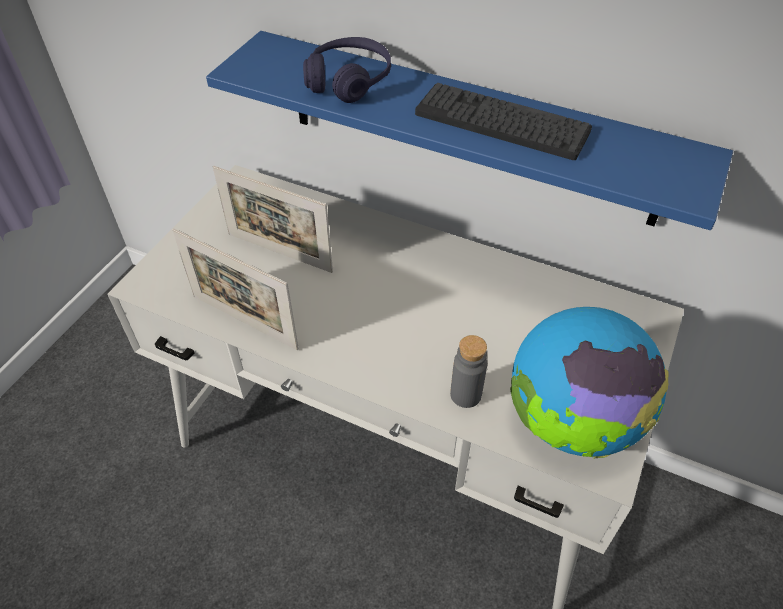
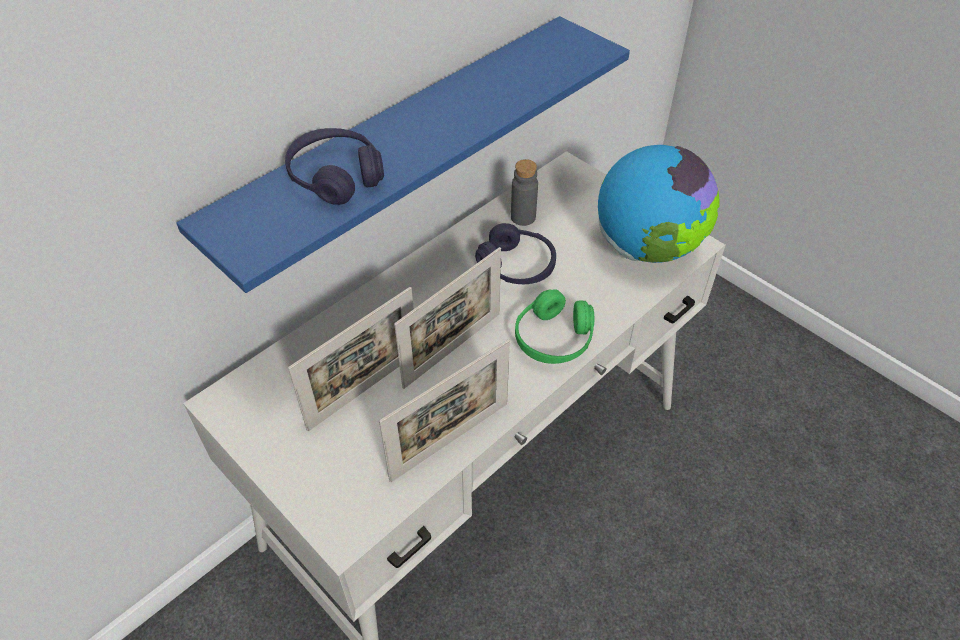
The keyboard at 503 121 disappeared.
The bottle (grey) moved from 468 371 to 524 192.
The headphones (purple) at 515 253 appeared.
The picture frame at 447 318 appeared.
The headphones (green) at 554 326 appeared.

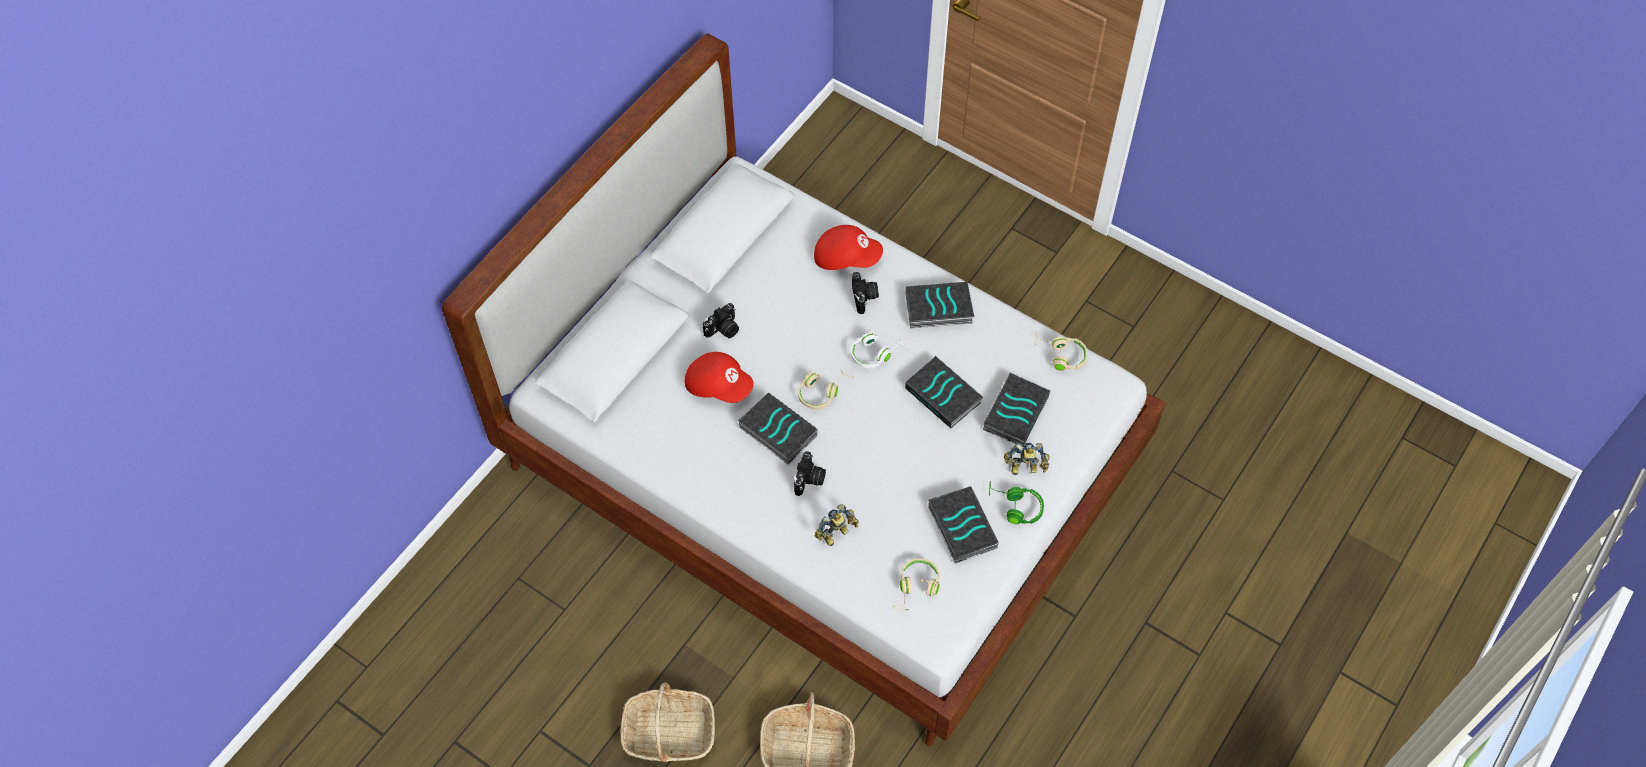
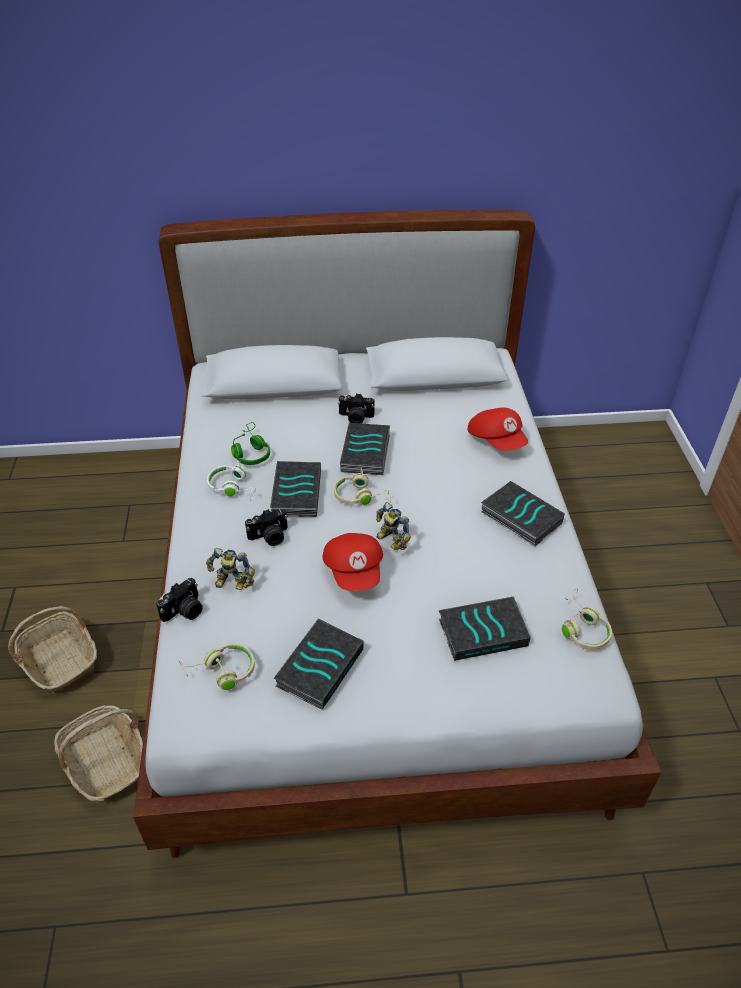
The photo camera moved from 865 293 to 179 600.
The headphones (white) moved from 880 349 to 231 481.
The cap (red) moved from 719 377 to 353 562.
The book moved from 944 392 to 365 449.
The toy robot moved from 1027 459 to 393 526.
The headphones (green) moved from 1016 502 to 250 443.

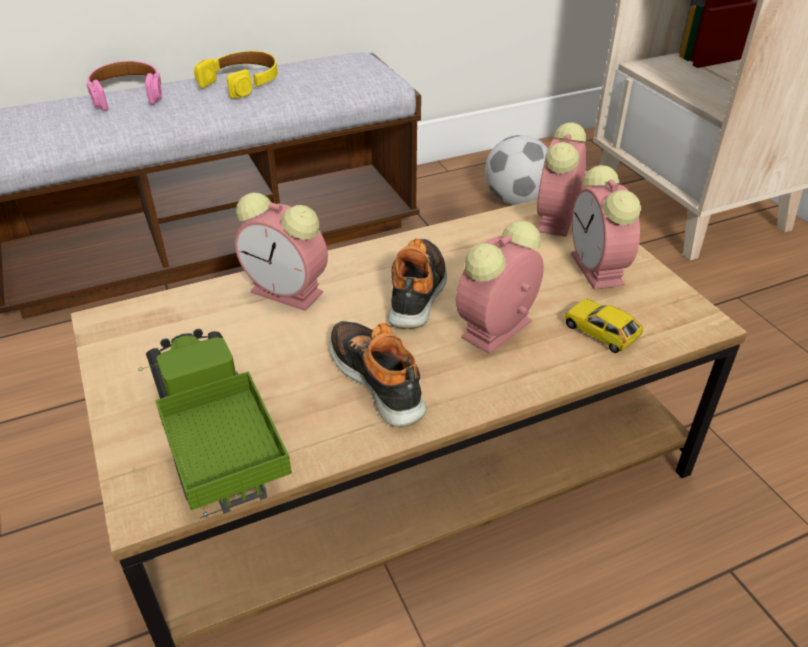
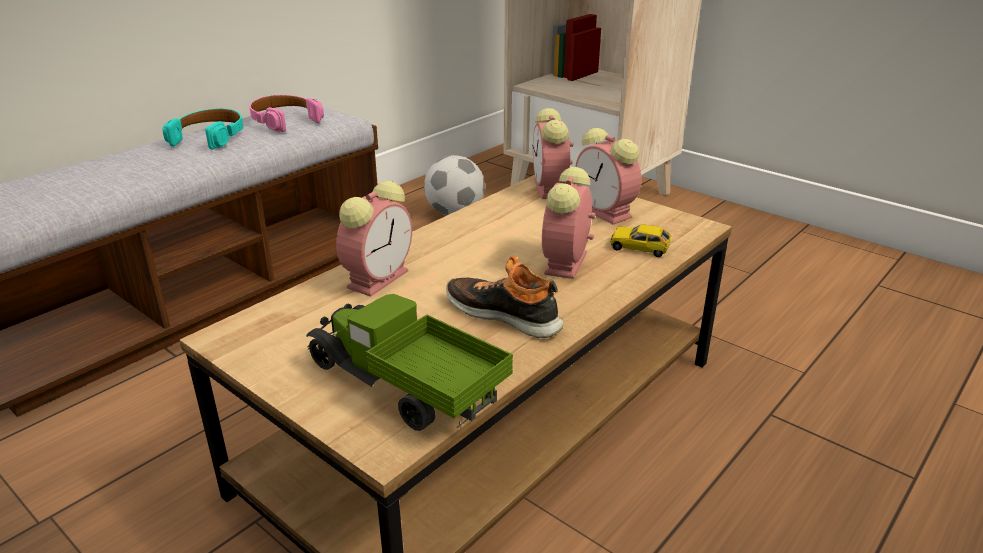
The headphones (yellow) at 236 75 became the headphones (turquoise) at 203 128.
The headphones (pink) moved from 124 86 to 286 113.
The alarm clock at 281 252 turned 60 degrees counterclockwise.
The shoe at 417 283 disappeared.

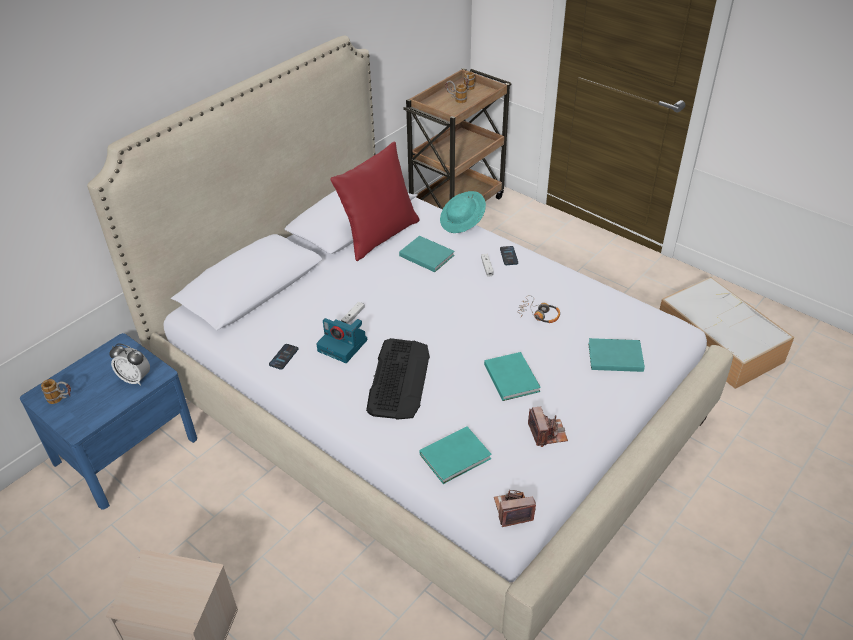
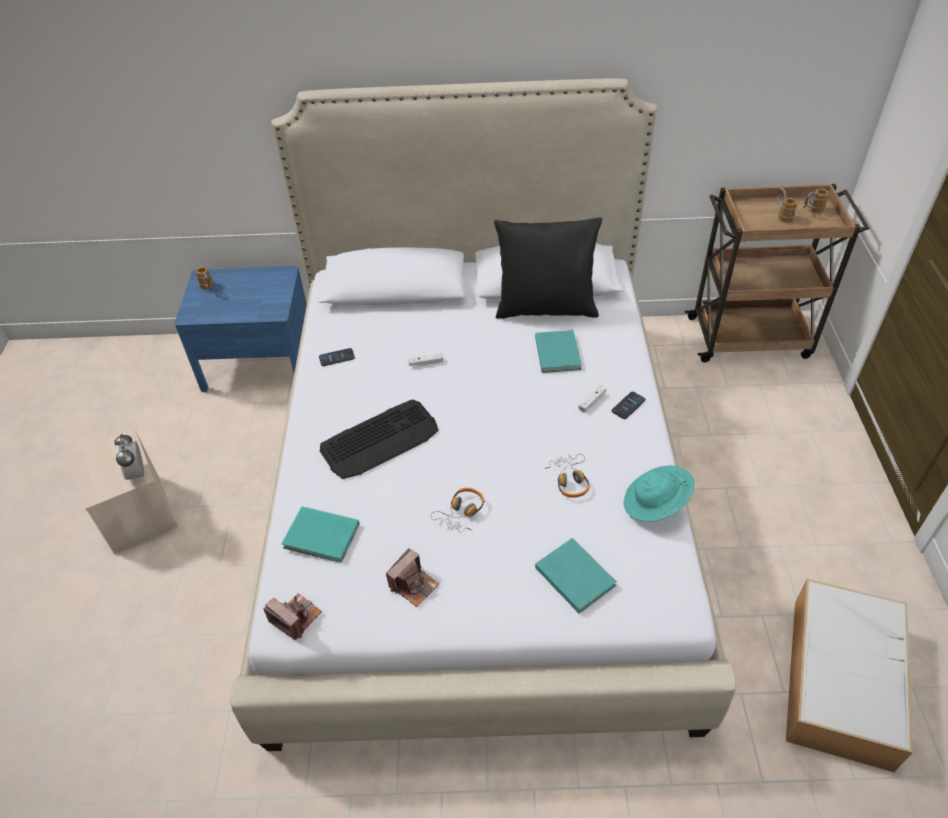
The pillow (red) at 375 201 became the pillow (black) at 548 268.
The hat (turquoise) moved from 463 212 to 659 493.
The photo camera at 341 340 disappeared.
The alarm clock moved from 129 365 to 129 458.
The book (turquoise) at 512 376 was replaced by the headphones at 458 510.

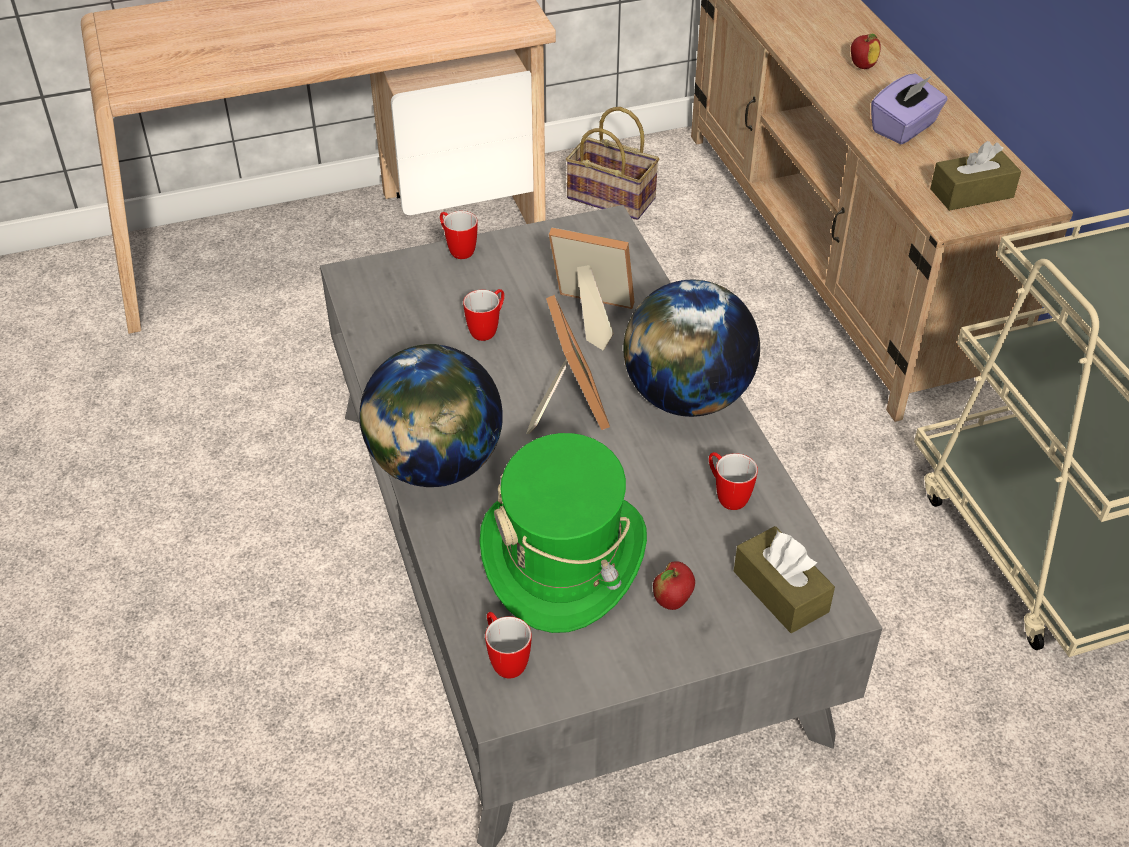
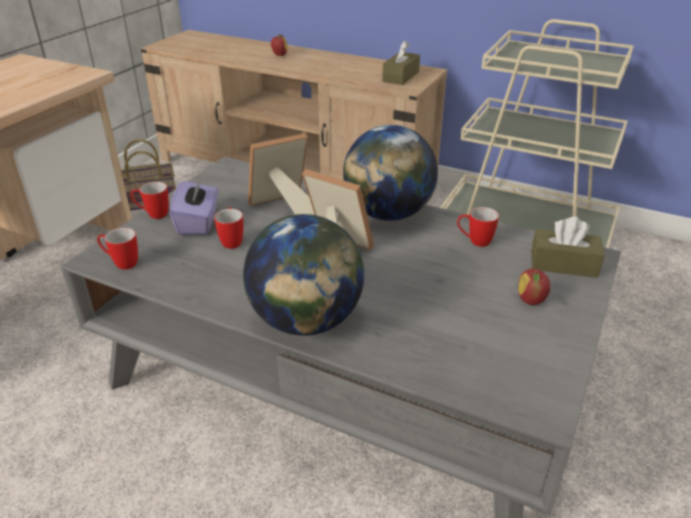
The tissue box (purple) moved from 909 108 to 194 206.
The hat (green) at 563 533 disappeared.
The mug moved from 508 645 to 117 249.

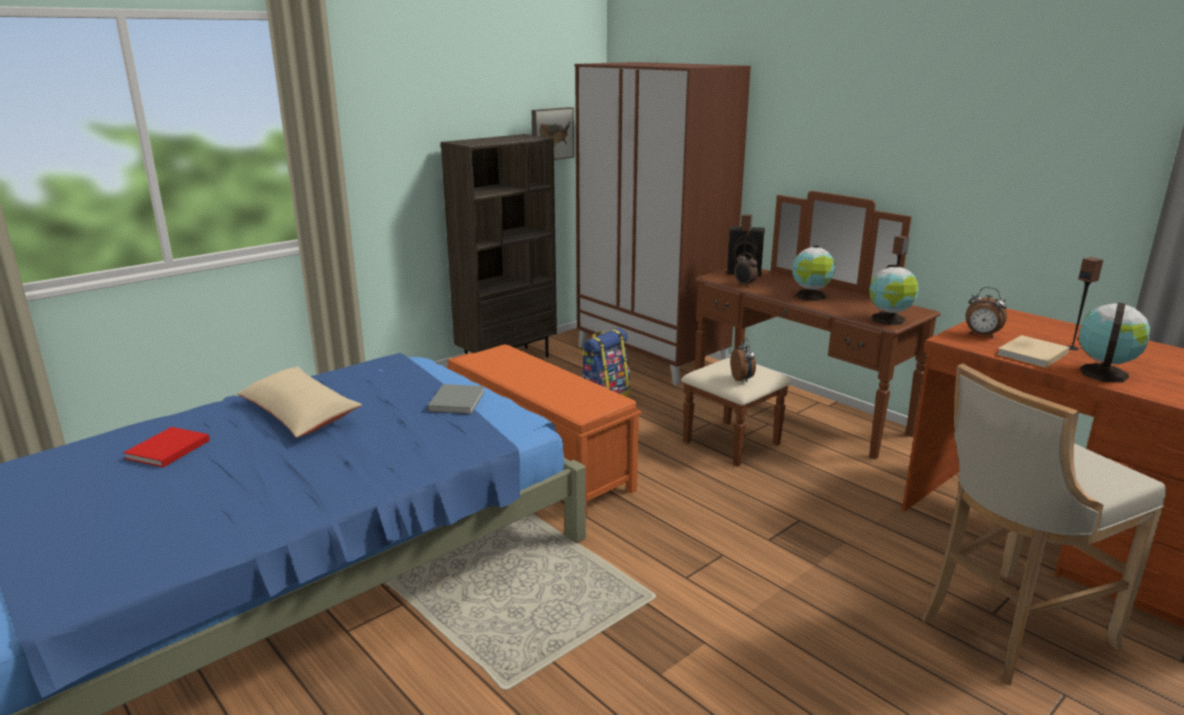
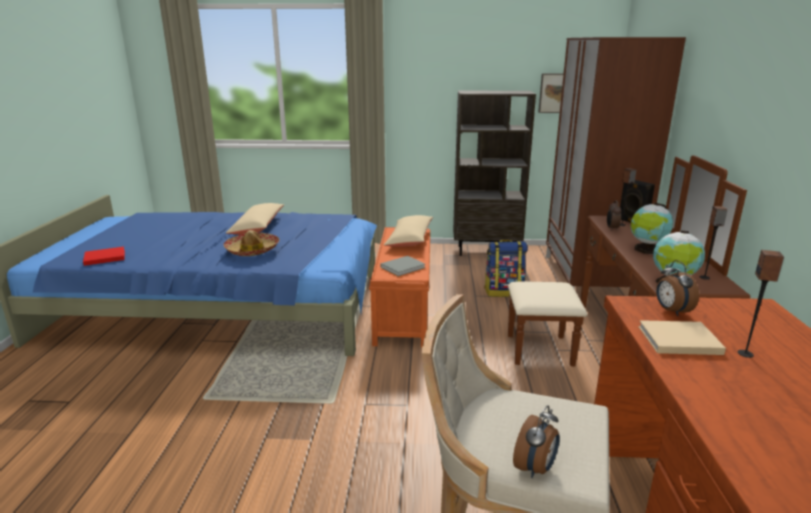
The globe at 1114 343 disappeared.
The alarm clock moved from 743 360 to 536 441.
The book (grey) moved from 456 399 to 403 266.
The book (red) moved from 166 447 to 104 256.
The pillow (beige) at 408 231 appeared.
The hat at 251 243 appeared.

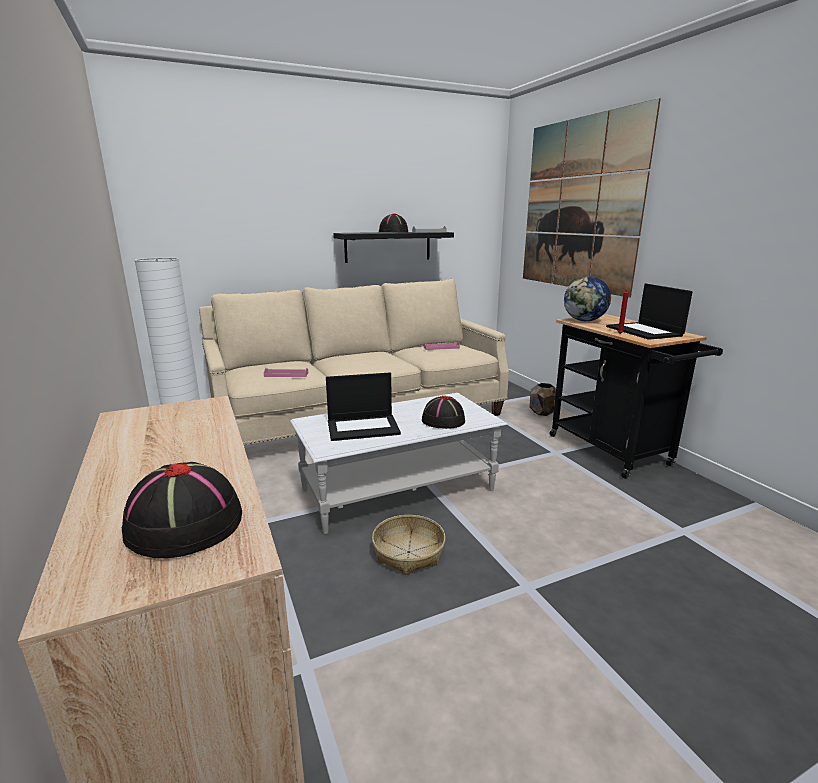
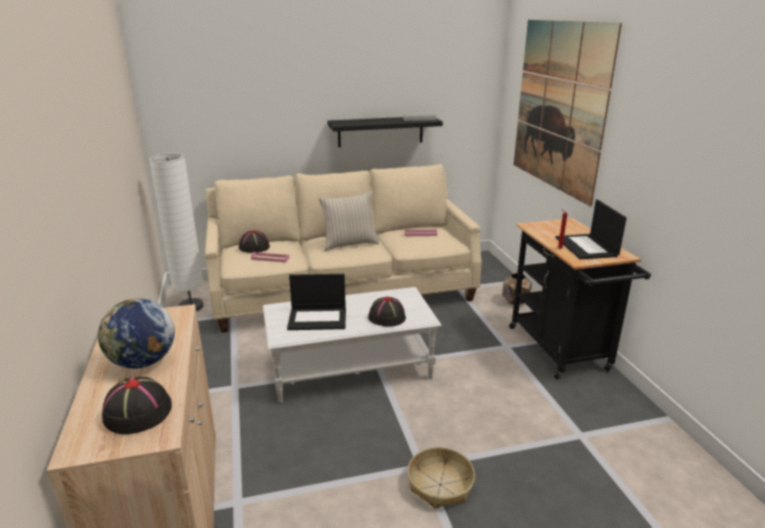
The hat (black) moved from 393 222 to 254 241.
The globe moved from 587 298 to 136 333.
The basket moved from 409 545 to 441 478.
The pillow (beige) at 348 221 appeared.

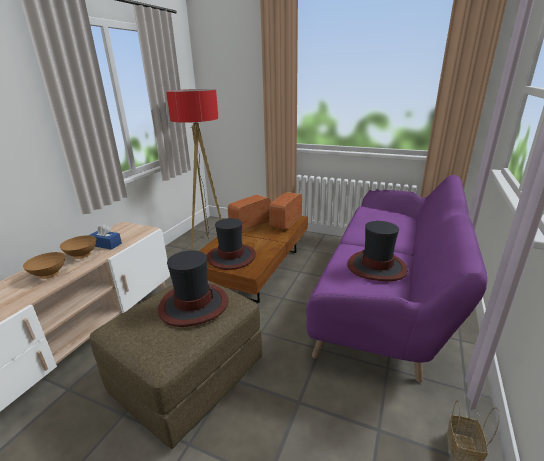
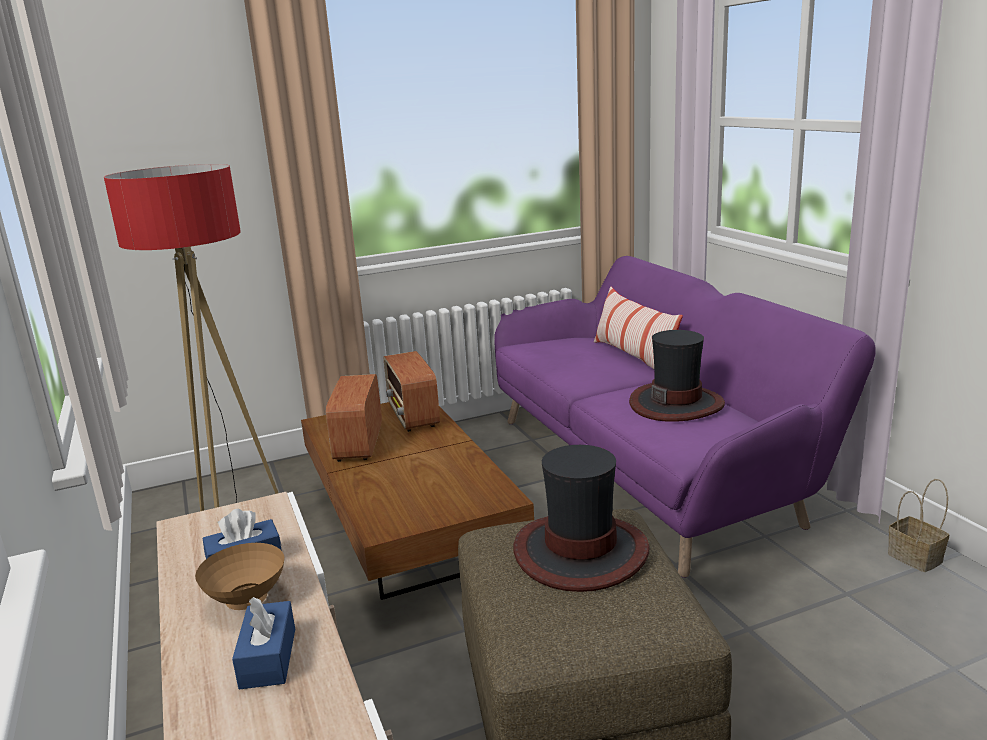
The hat at 231 244 disappeared.
The bowl (brown) at 44 265 was replaced by the tissue box (blue) at 263 643.
The pillow at 638 328 appeared.

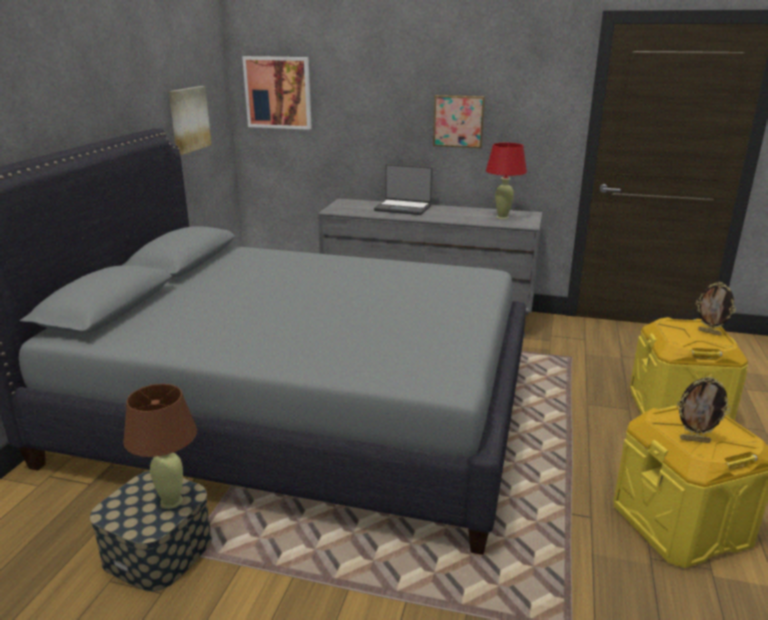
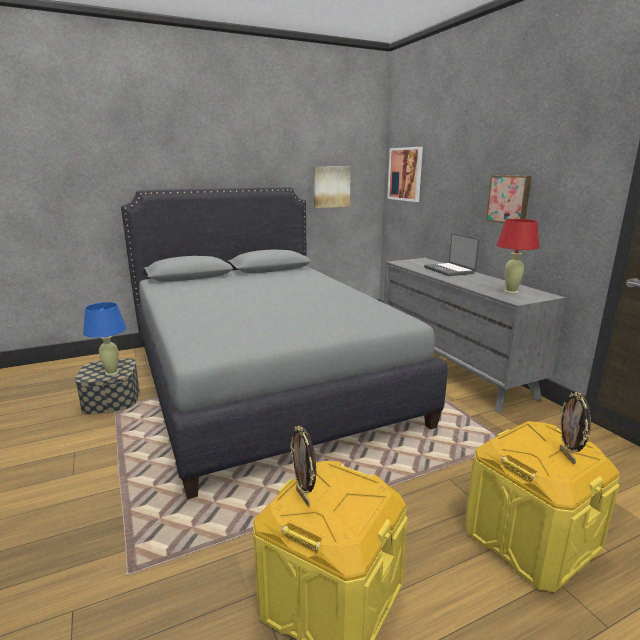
The table lamp (brown) at 160 446 became the table lamp (blue) at 105 339.

